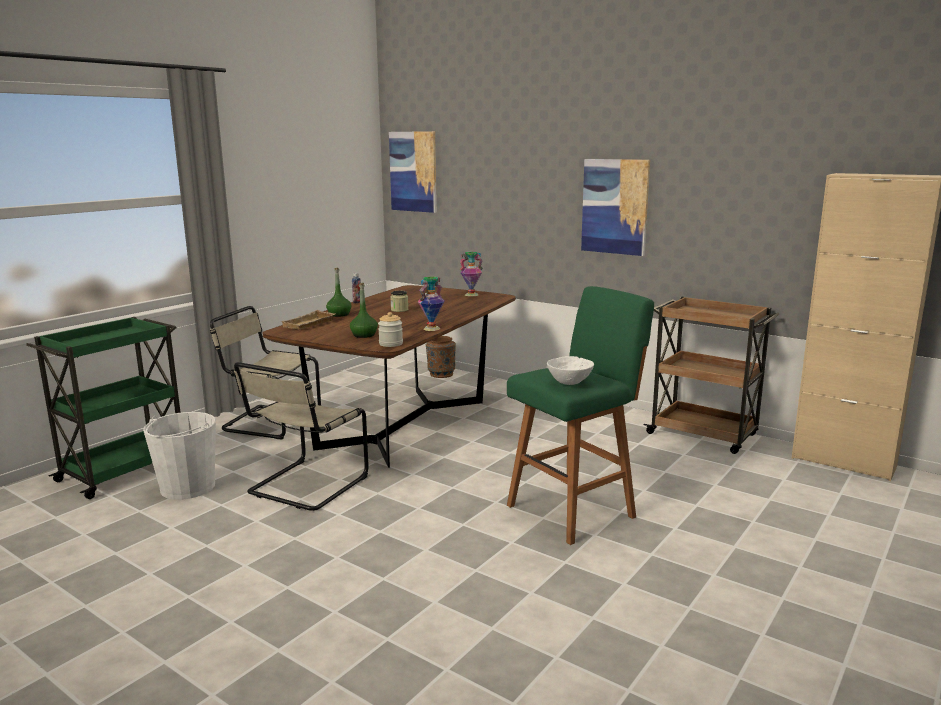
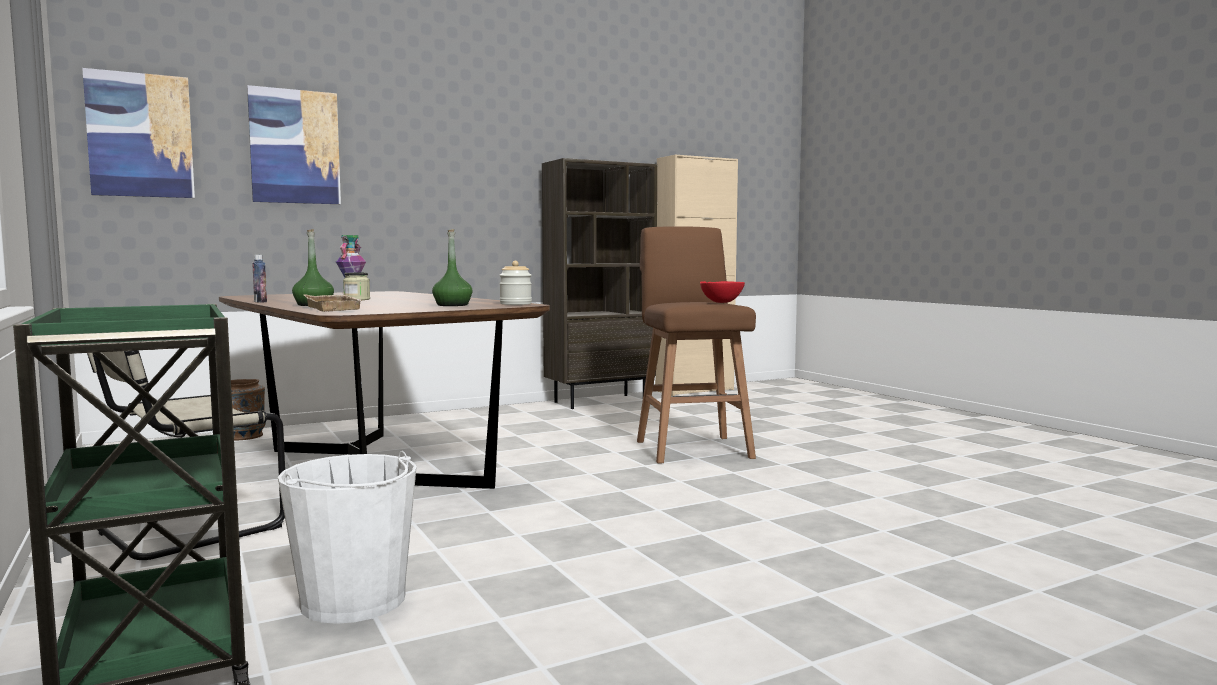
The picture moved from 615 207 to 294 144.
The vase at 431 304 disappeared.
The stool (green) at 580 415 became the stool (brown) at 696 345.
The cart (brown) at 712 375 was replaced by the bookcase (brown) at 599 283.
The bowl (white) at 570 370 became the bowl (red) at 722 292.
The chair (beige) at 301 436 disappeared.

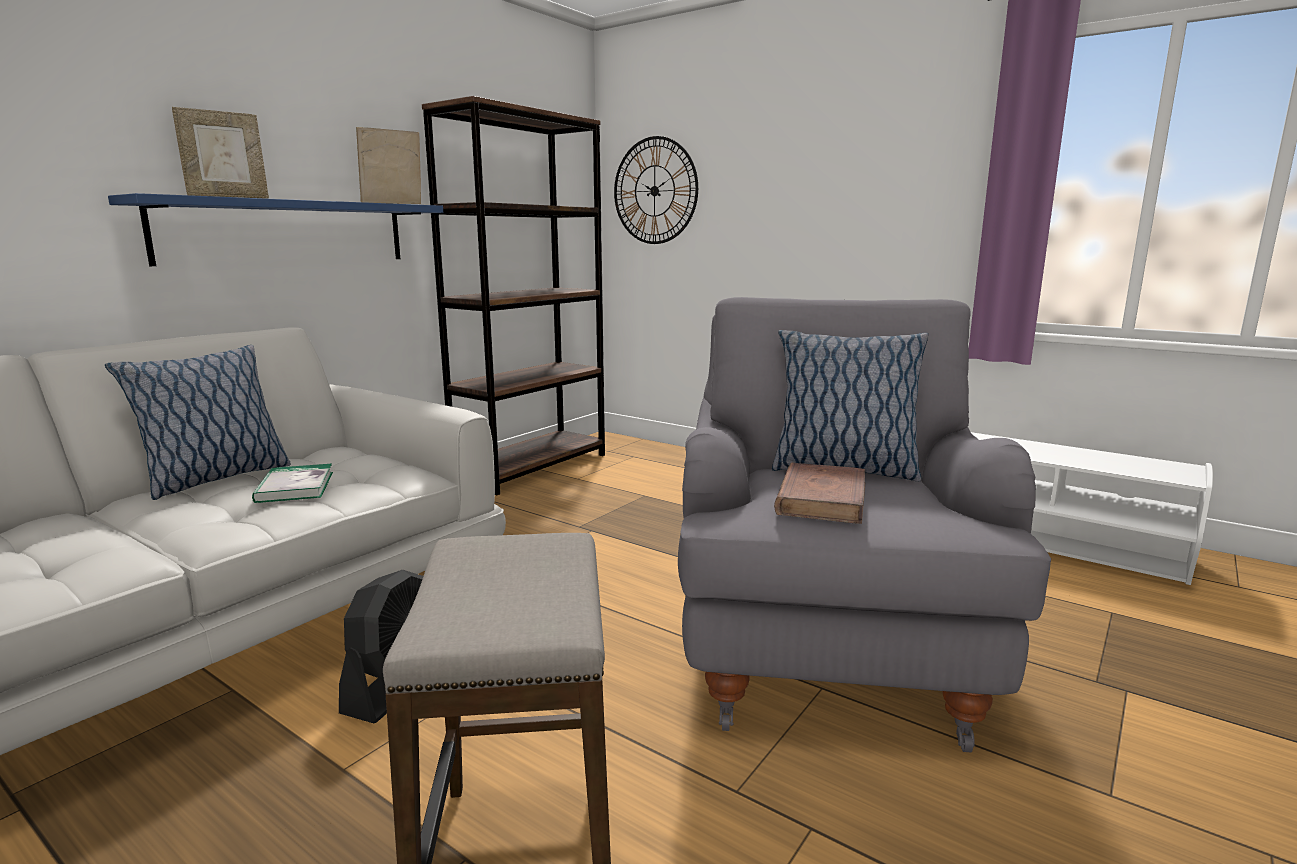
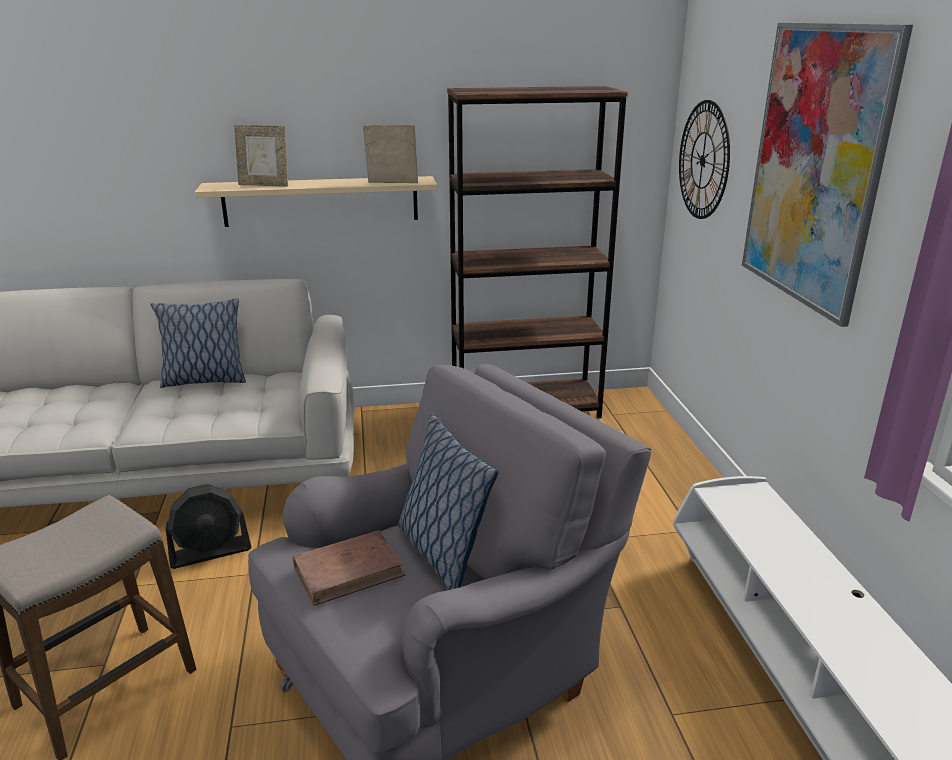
The shelf (blue) at 275 229 became the shelf (beige) at 315 201.
The book at 292 483 disappeared.
The picture at 827 175 appeared.

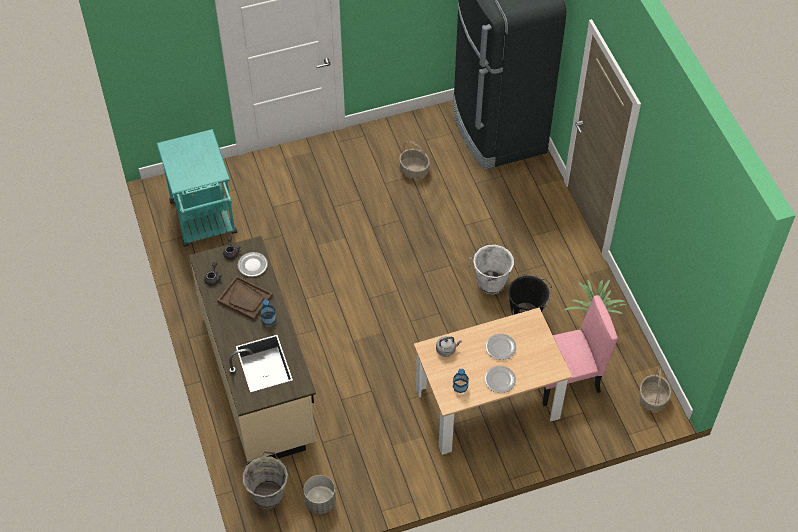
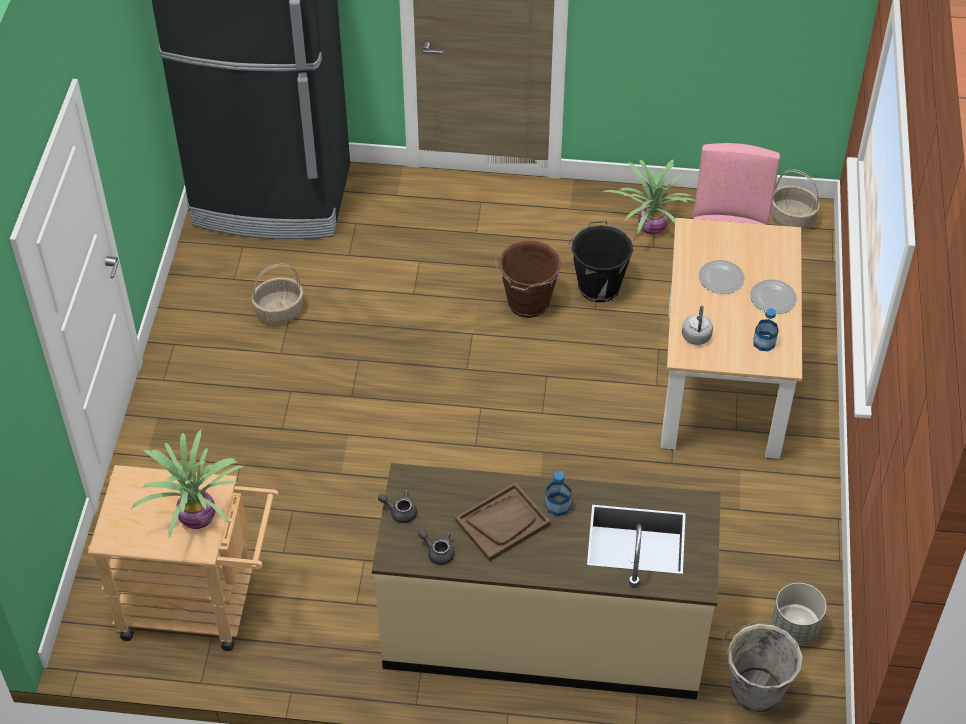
The cart (turquoise) at 196 188 became the cart (beige) at 183 558.
The bucket (white) at 491 269 became the bucket (brown) at 528 279.
The plate at 253 264 disappeared.
The potted plant at 187 484 appeared.

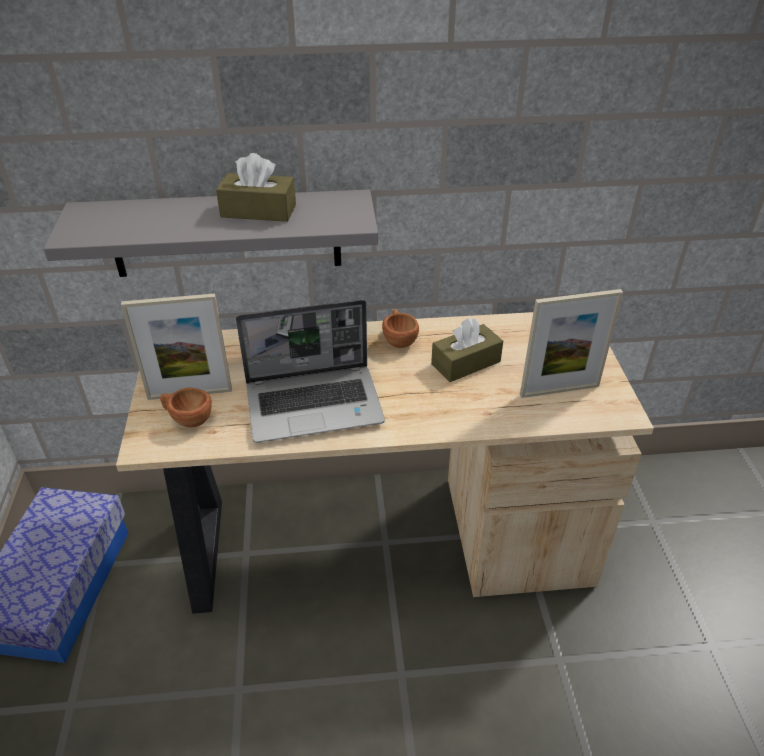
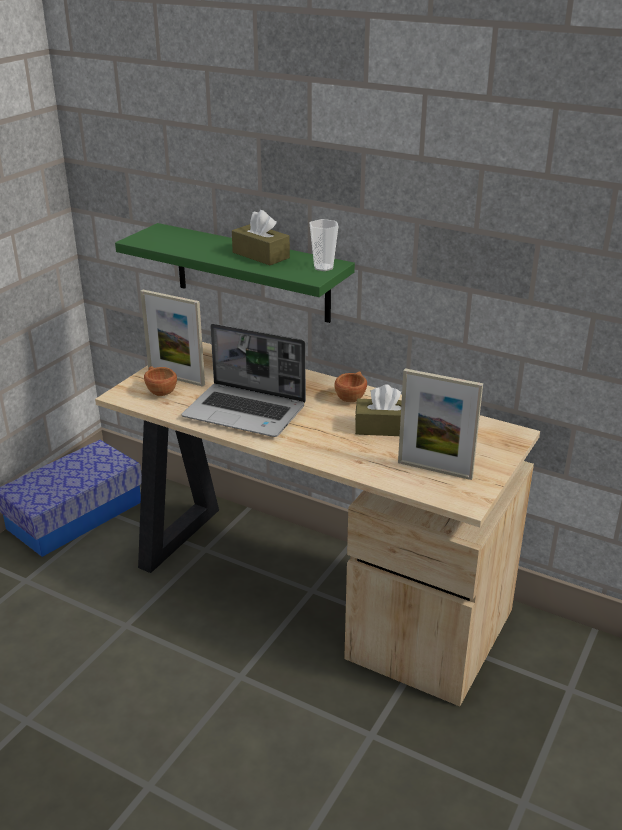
The shelf (grey) at 210 233 became the shelf (green) at 235 273.
The cup at 324 245 appeared.

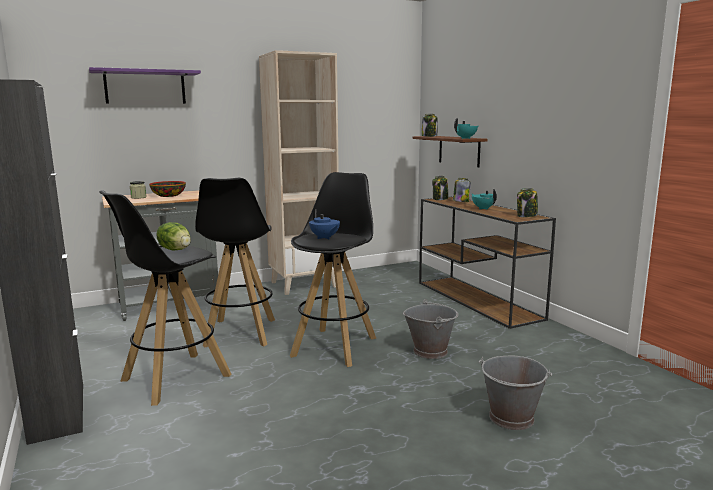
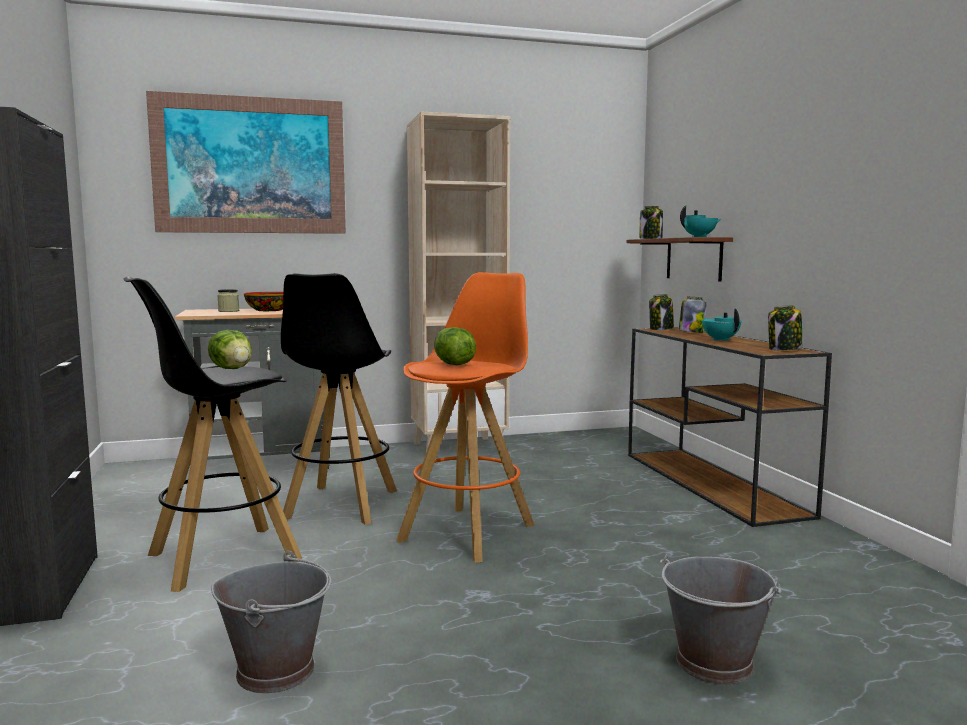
The shelf (purple) at 145 85 was replaced by the picture at 246 162.
The stool (black) at 333 269 became the stool (orange) at 465 417.
The teapot (blue) at 324 224 was replaced by the lettuce at 455 346.
The bucket (grey) moved from 431 329 to 271 622.

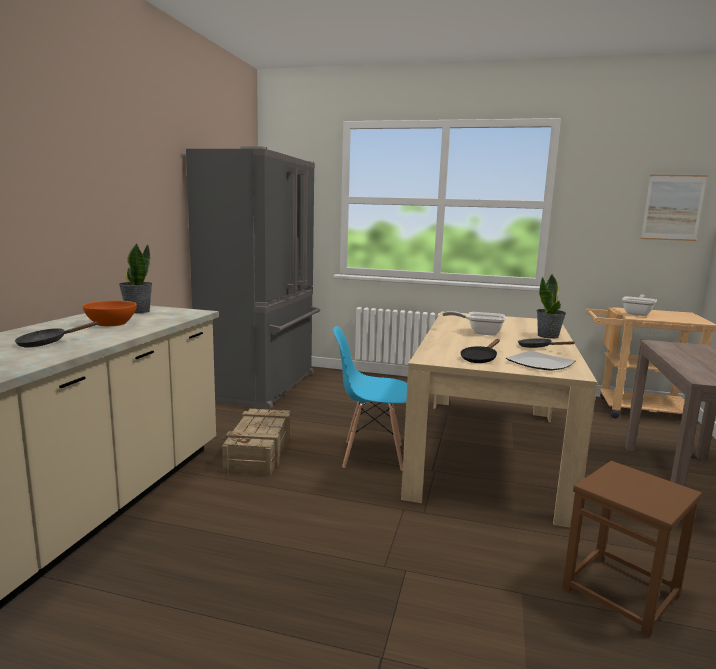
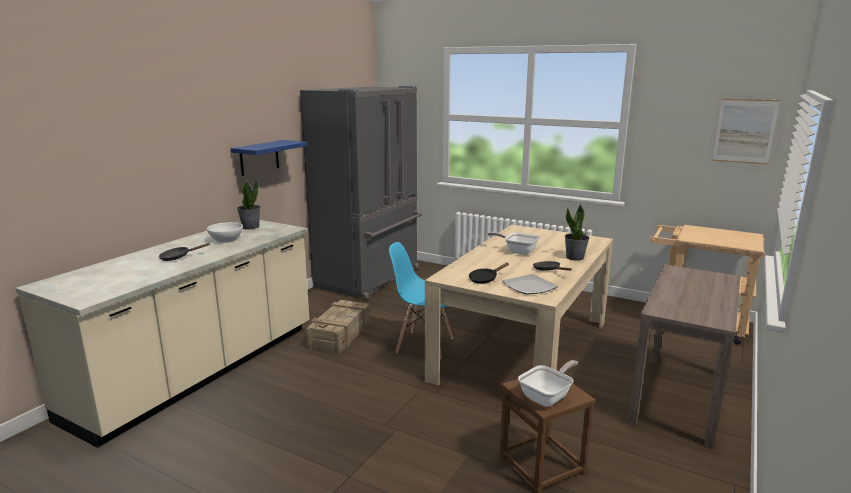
The frying pan moved from 639 305 to 548 383.
The bowl (orange) at 110 313 became the bowl (white) at 225 232.
The shelf (blue) at 269 158 appeared.

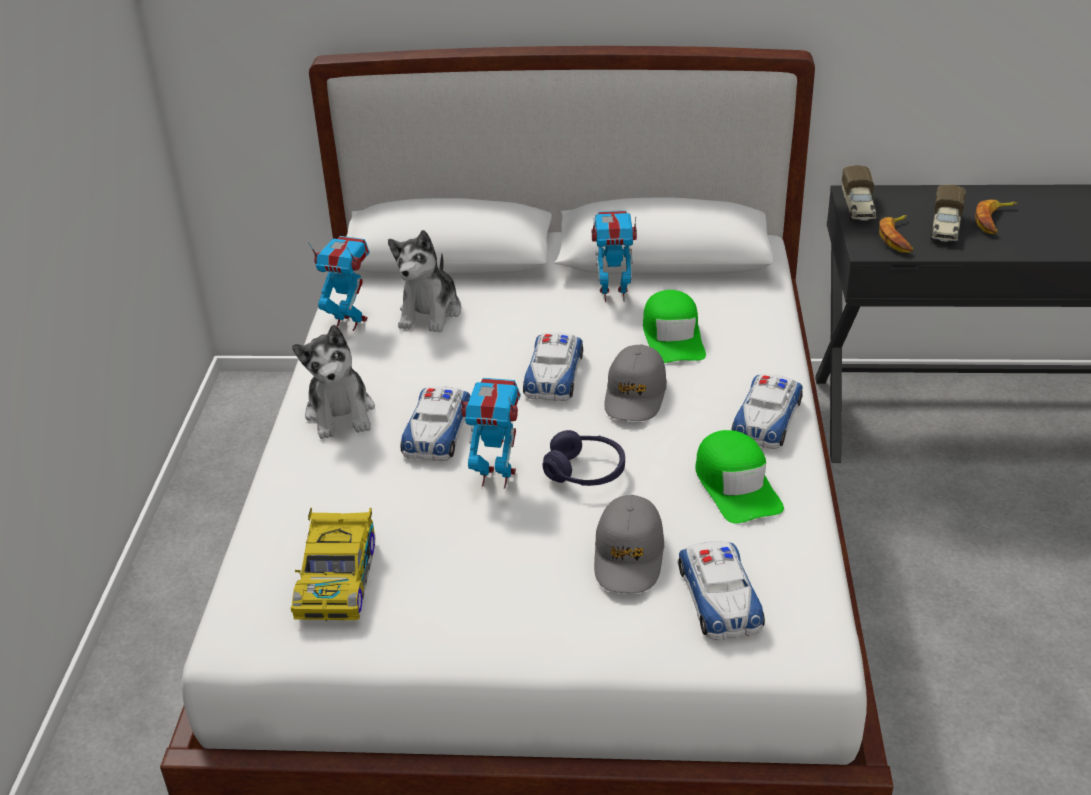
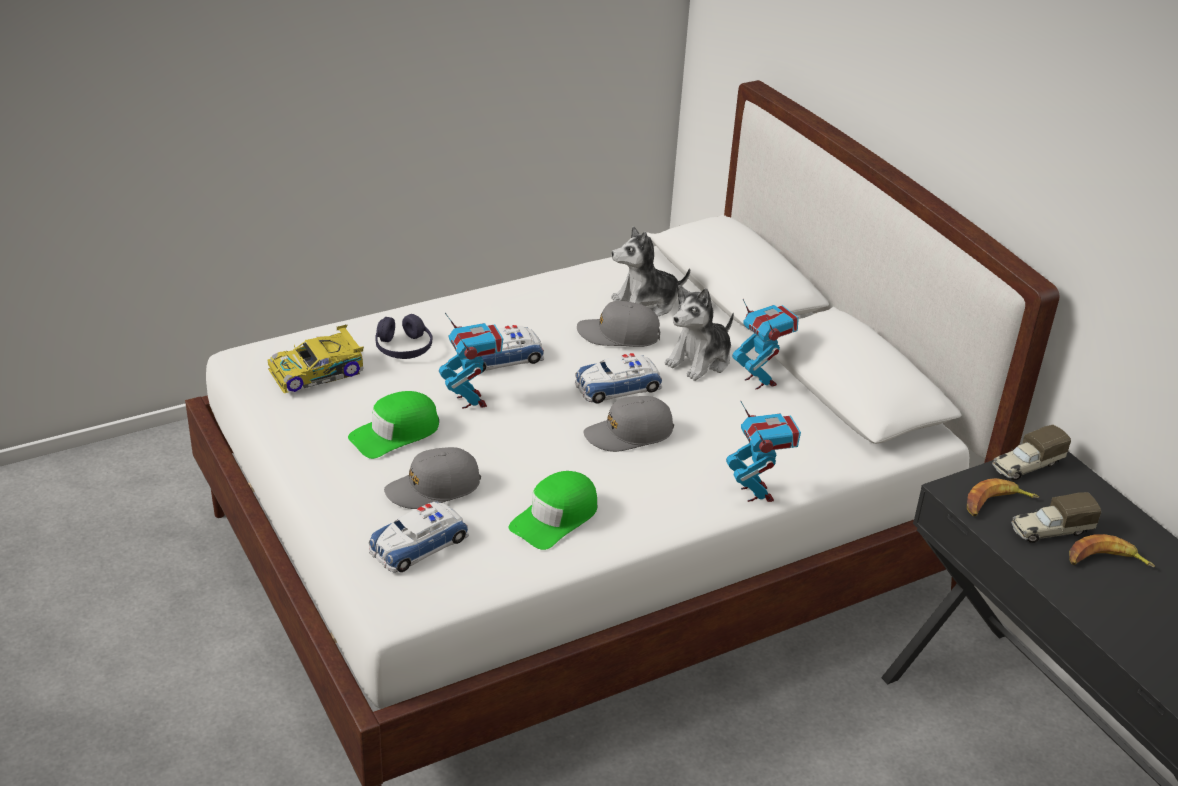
The toy robot moved from 339 283 to 763 451.
The cap (green) moved from 674 326 to 394 425.
The plush toy moved from 333 382 to 699 333.
The toy car at 767 411 disappeared.
The headphones (purple) moved from 584 458 to 404 336.
The cap (grey) at 618 324 appeared.

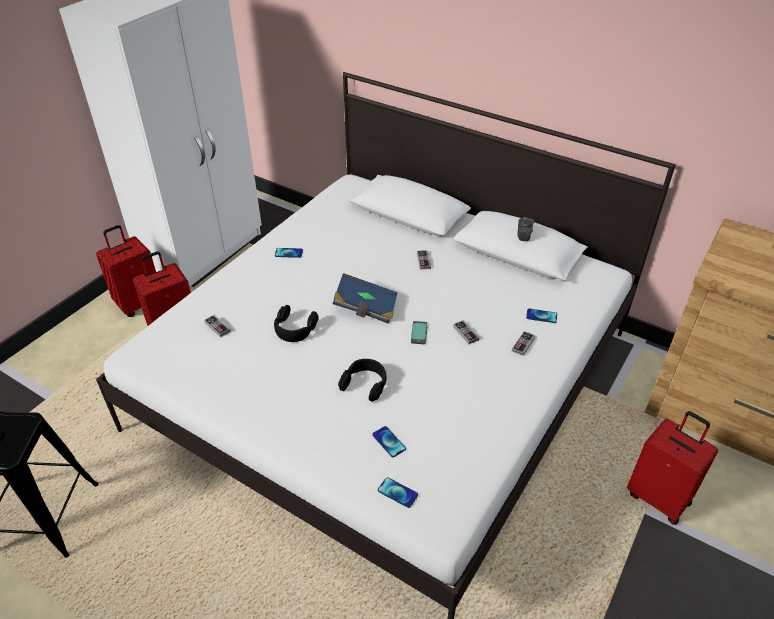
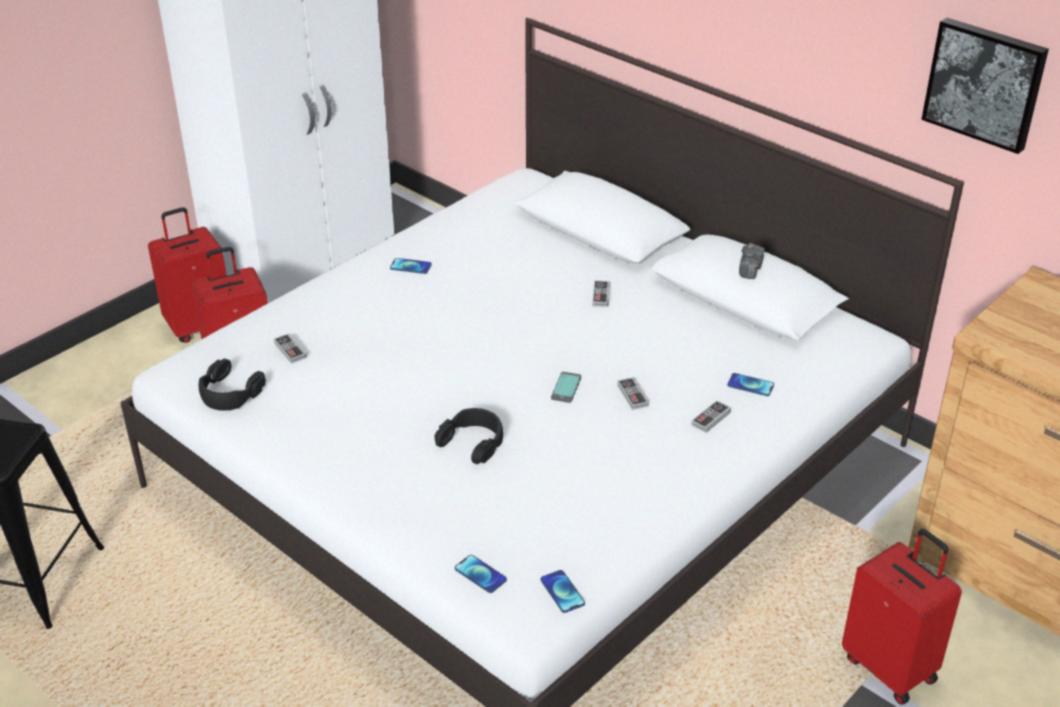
The book (blue) at 365 298 disappeared.
The headphones (black) moved from 296 323 to 232 385.
The phone moved from 389 441 to 563 591.
The picture at 985 85 appeared.

